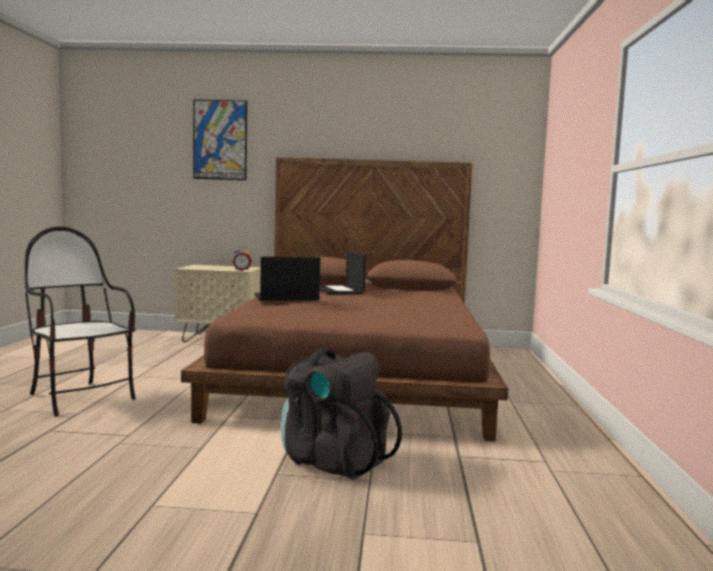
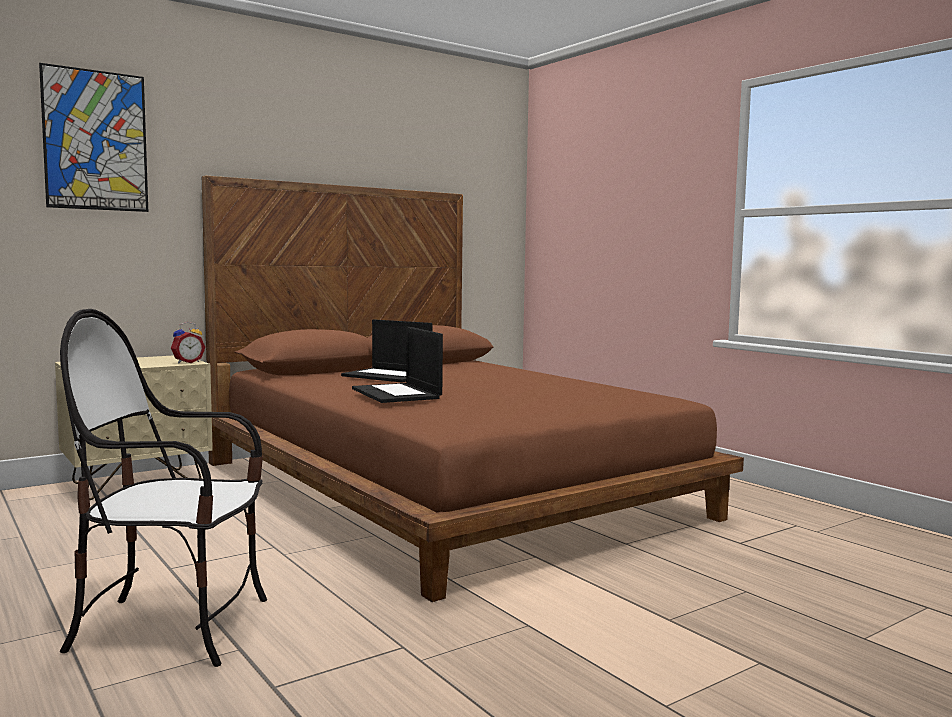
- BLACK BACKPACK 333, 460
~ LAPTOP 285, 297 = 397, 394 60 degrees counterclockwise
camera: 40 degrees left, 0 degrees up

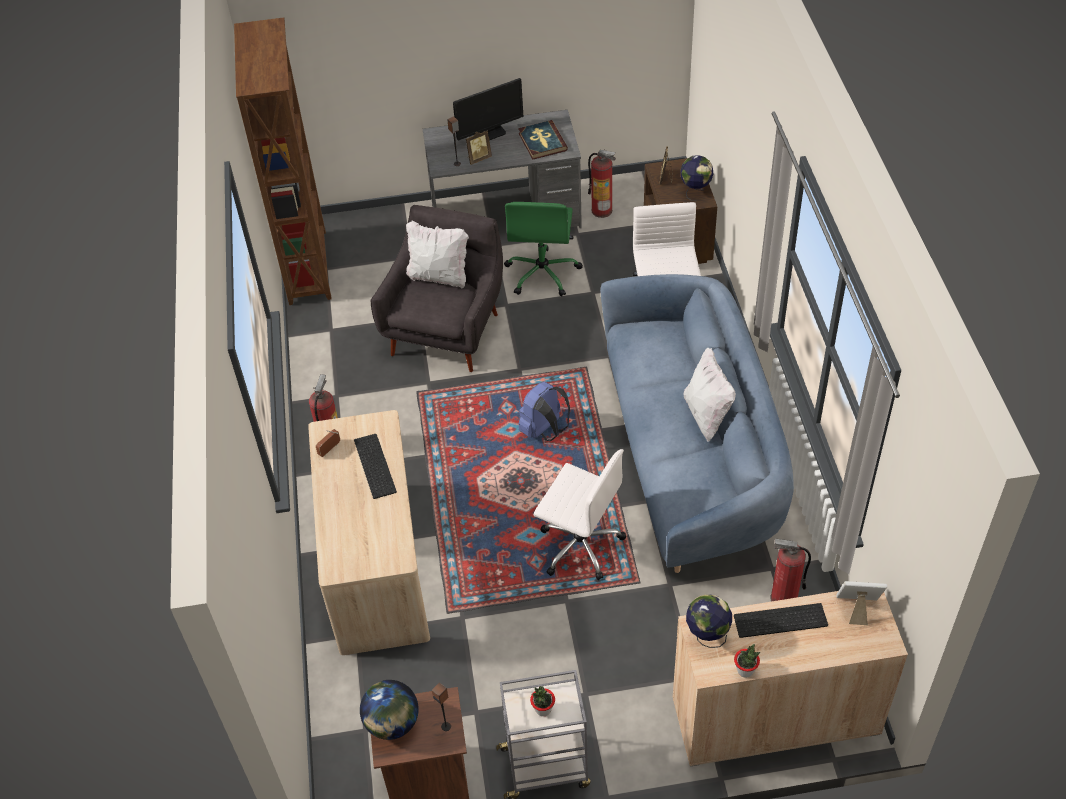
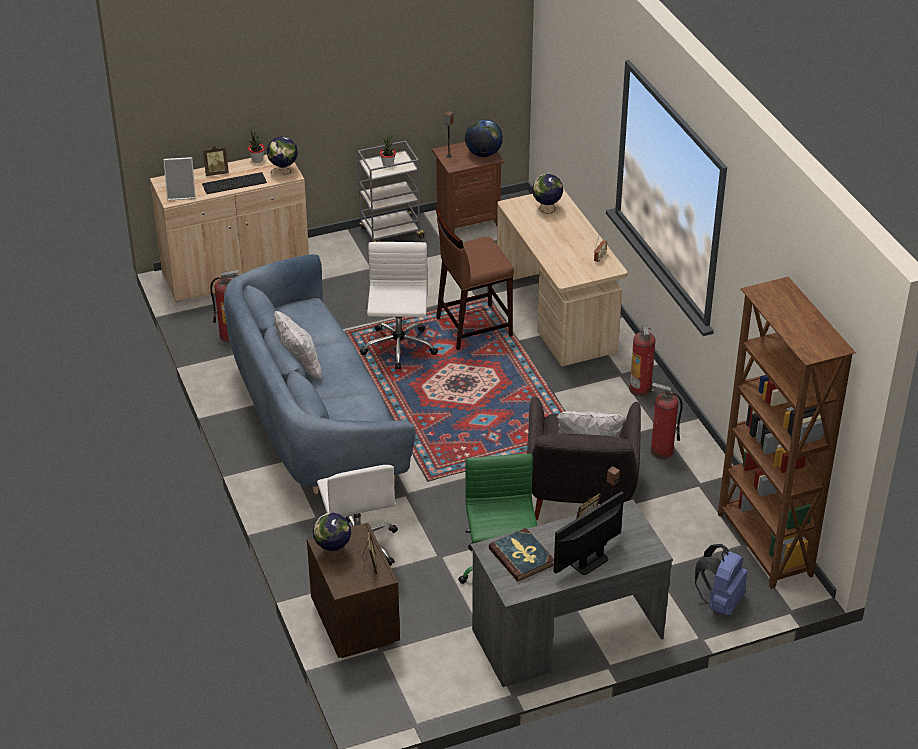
- KEYBOARD 373, 466
+ PICTURE FRAME 216, 172
+ BROWN STOOL 473, 327
+ GLOBE 546, 209
~ BLUE BACKPACK 545, 431 to 720, 602
~ FIRE EXTINGUISHER 602, 210 to 661, 451
~ WHITE OFFICE CHAIR 579, 544 = 398, 348 75 degrees clockwise
camera: 165 degrees right, 10 degrees down

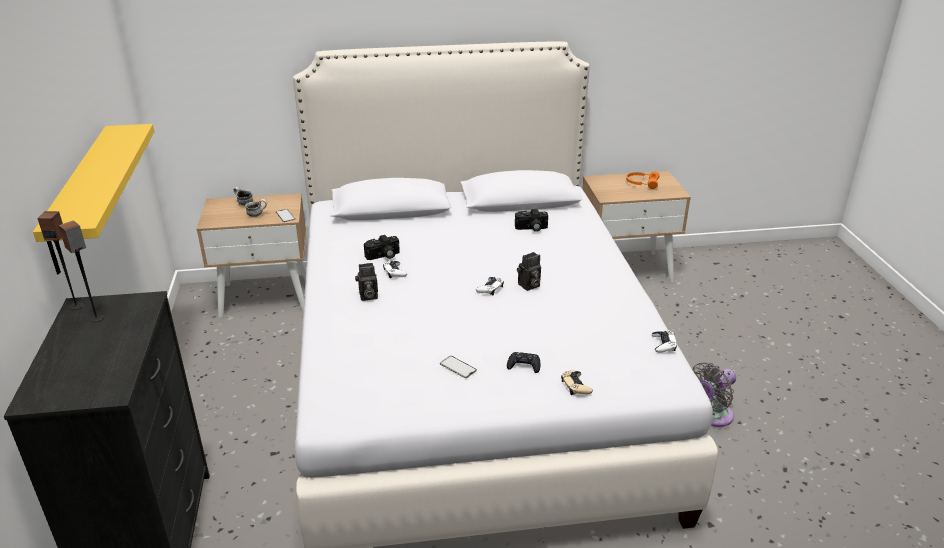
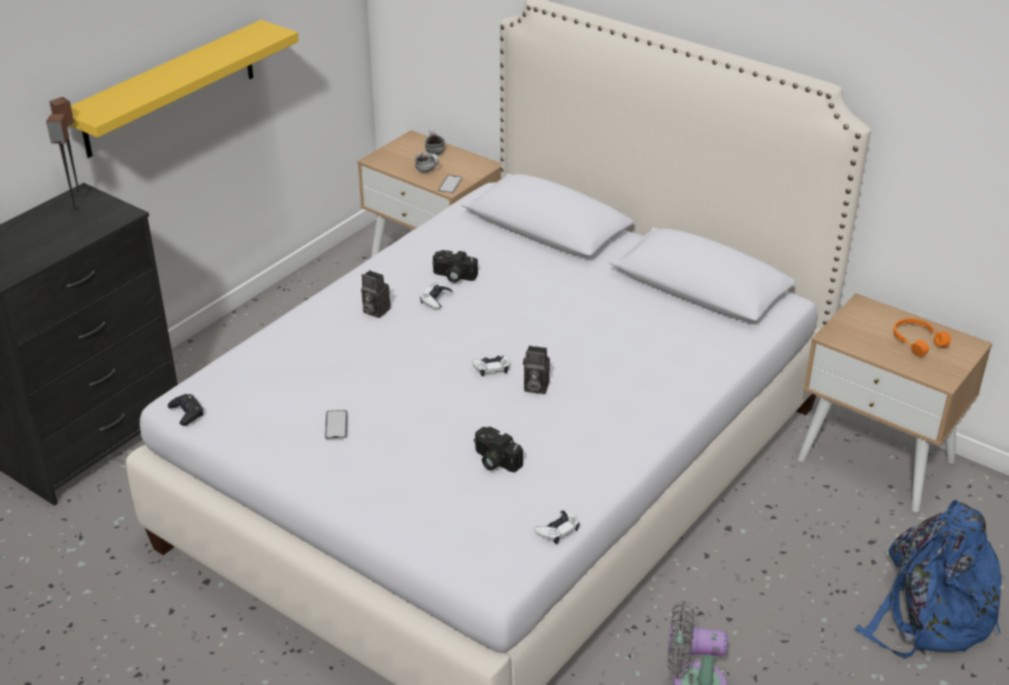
- BEIGE GAME CONTROLLER 575, 386
+ BLUE BACKPACK 929, 614
~ BLACK GAME CONTROLLER 524, 365 to 186, 413
~ PHOTO CAMERA 531, 228 to 494, 461
camera: 45 degrees right, 5 degrees up

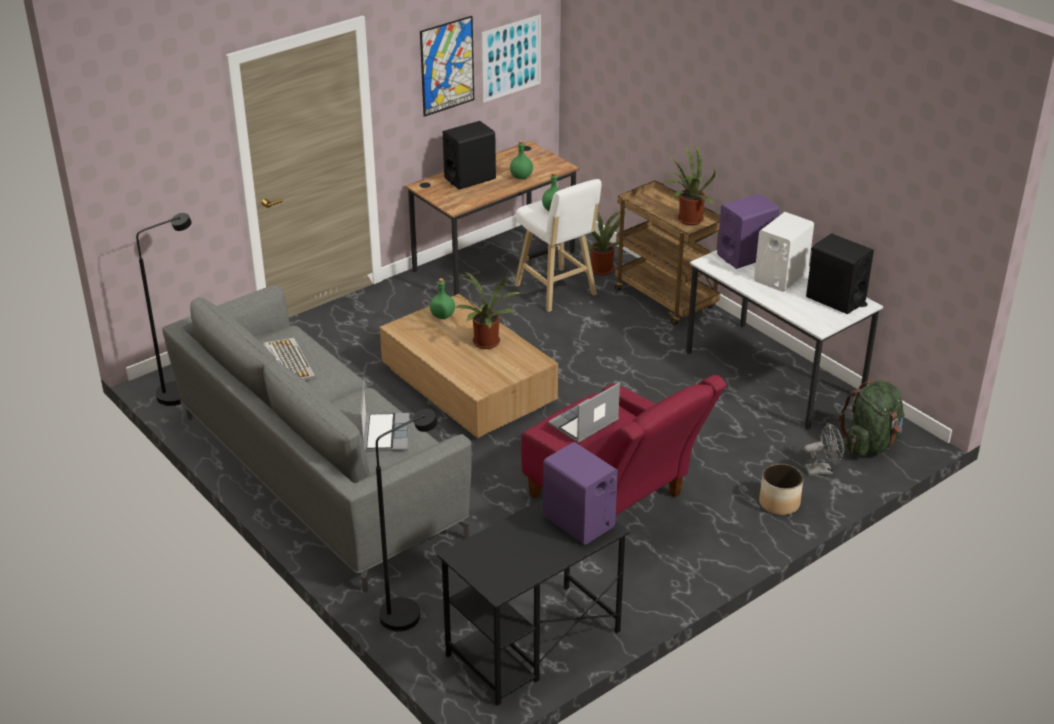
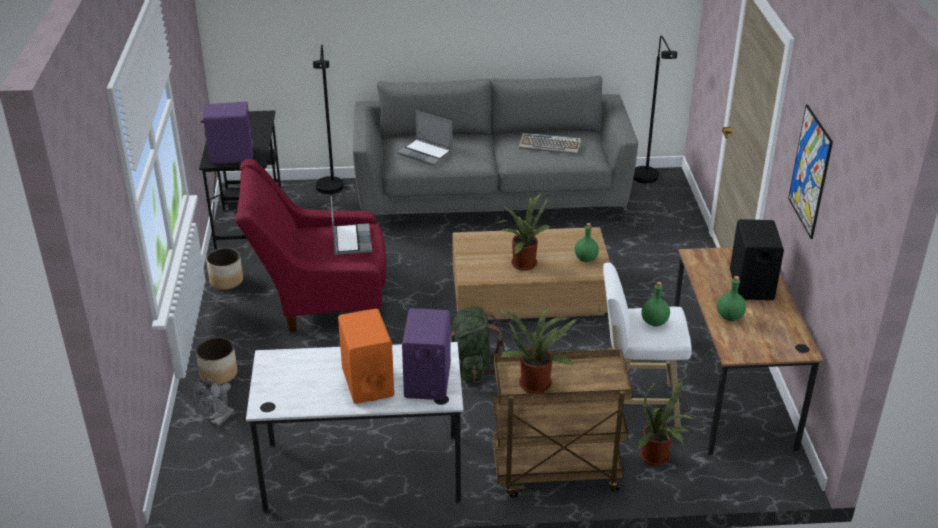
- PICTURE 511, 58
- BLACK SPEAKER 835, 299
+ PLANTER 226, 280
~ GREEN BACKPACK 870, 444 to 471, 368
~ WHITE SPEAKER 780, 277 to ORANGE SPEAKER 367, 382
camera: 125 degrees right, 0 degrees up

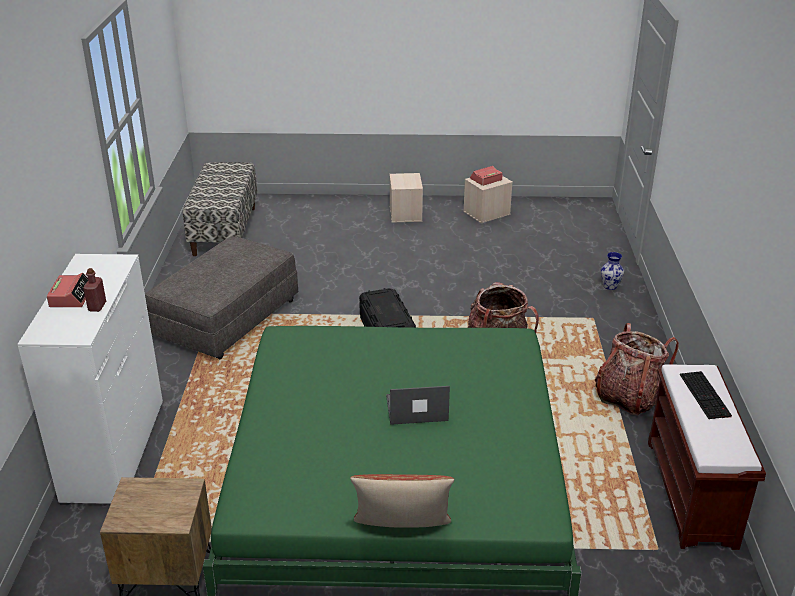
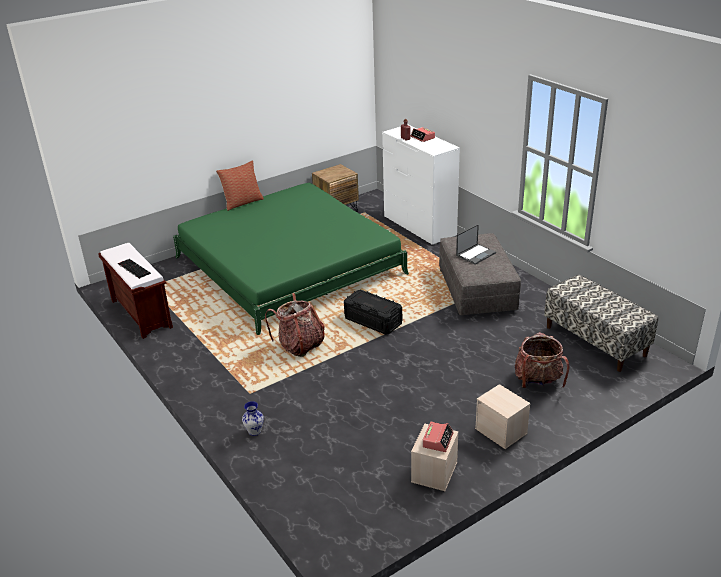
~ LAPTOP 416, 409 to 476, 254
~ BACKPACK 627, 397 to 538, 381
camera: 145 degrees right, 0 degrees up

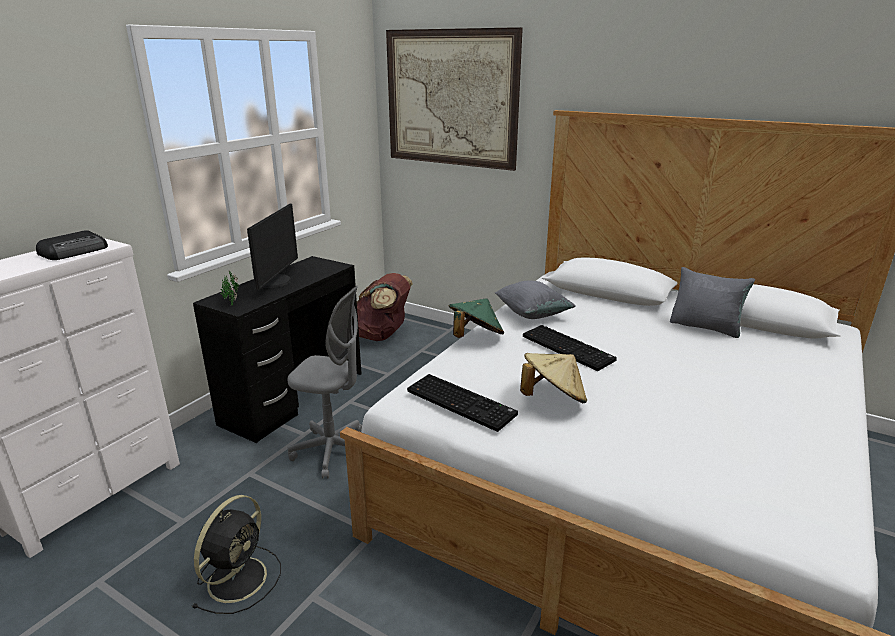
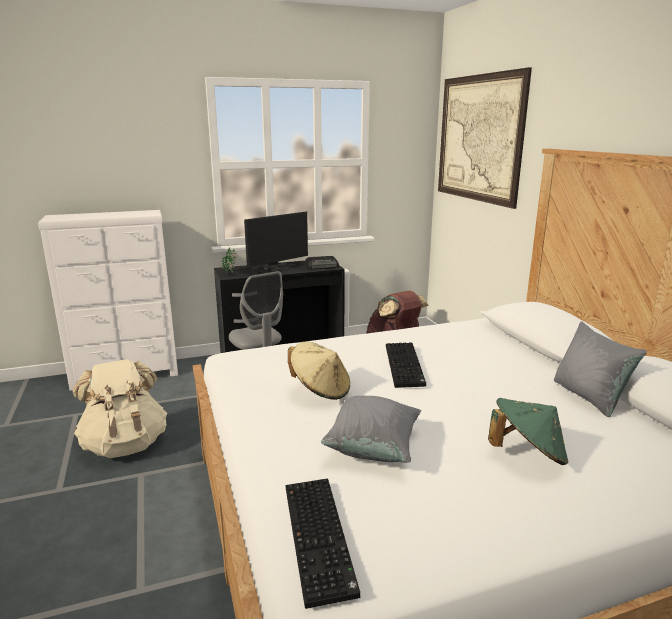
~ RADIO 75, 251 to 322, 266
~ KEYBOARD 462, 402 to 321, 538
~ GREEN HAT 475, 337 to 527, 454
~ GREY PILLOW 532, 314 to 373, 448
~ BLACK FAN 239, 577 to BEIGE BACKPACK 125, 445
camera: 40 degrees right, 5 degrees down

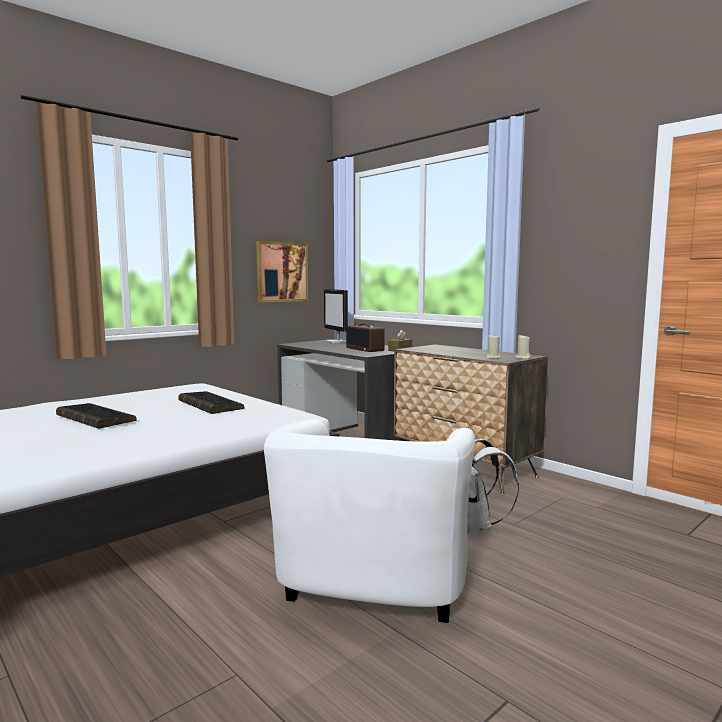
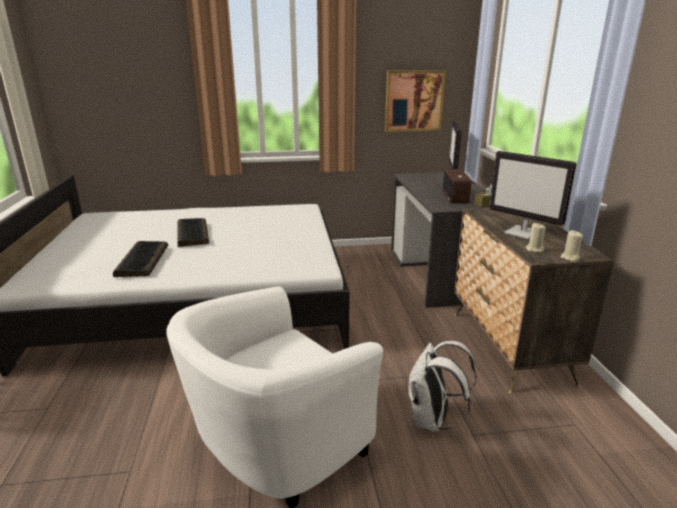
+ MONITOR 523, 233
~ KEYBOARD 209, 404 to 142, 260
camera: 35 degrees right, 15 degrees up

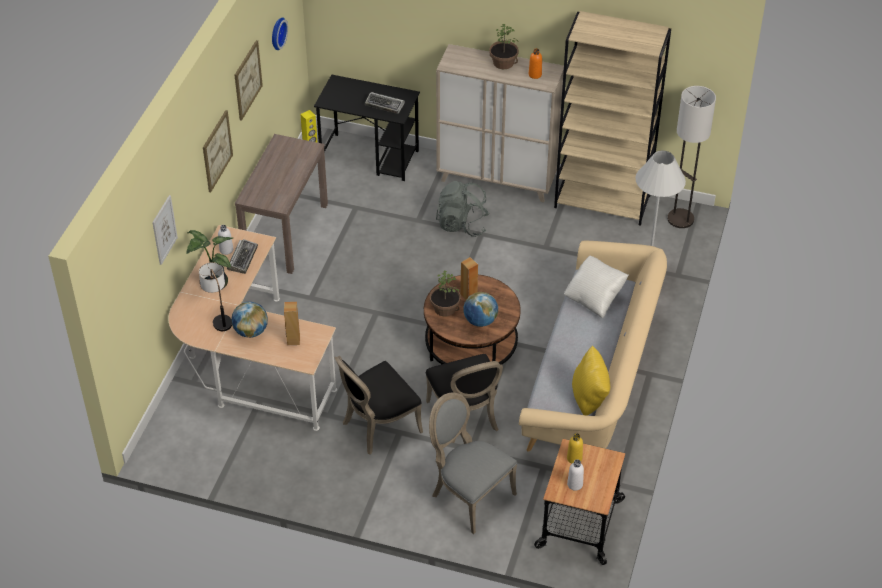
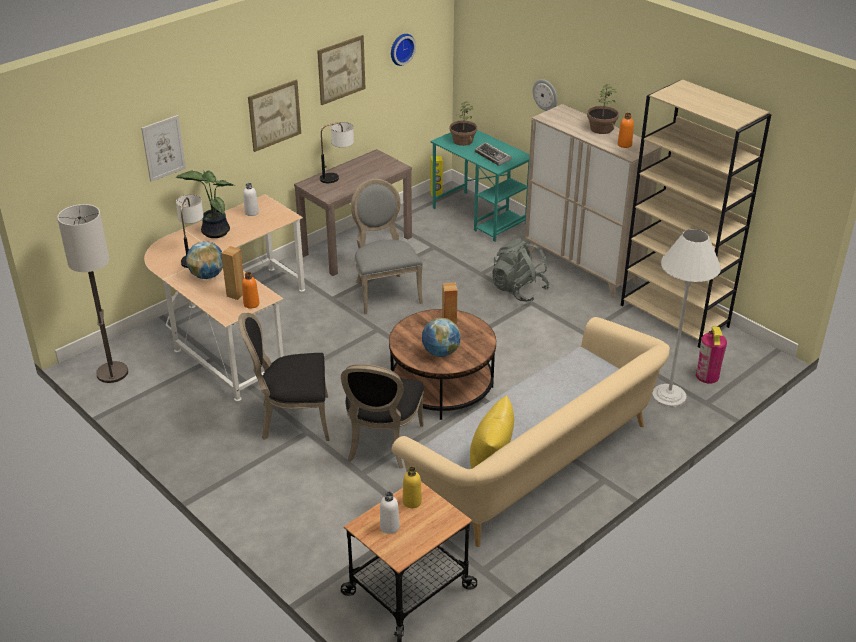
- KEYBOARD 242, 258
- WHITE PILLOW 594, 298
+ ORANGE BOTTLE 251, 304
+ TABLE LAMP 338, 176
+ WALL CLOCK 545, 94
+ FIRE EXTINGUISHER 707, 376
~ GREY CHAIR 469, 495 to 385, 291
~ POTTED PLANT 444, 308 to 462, 141
~ FLOOR LAMP 680, 219 to 112, 373
~ BLACK DESK 370, 157 to TURQUOISE DESK 480, 216
camera: 30 degrees right, 10 degrees down

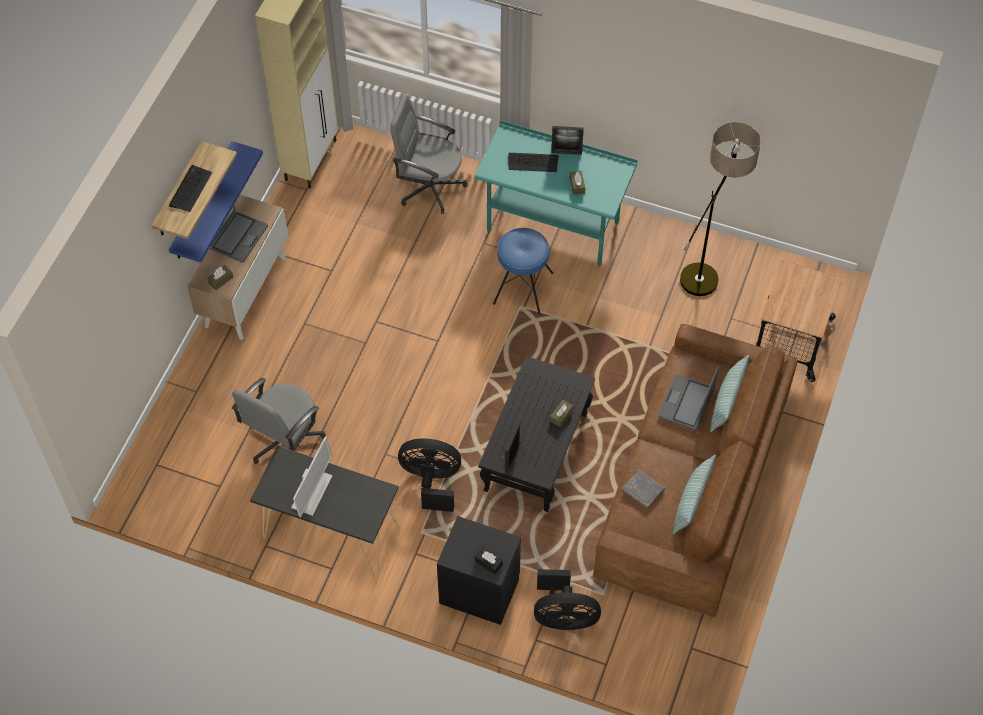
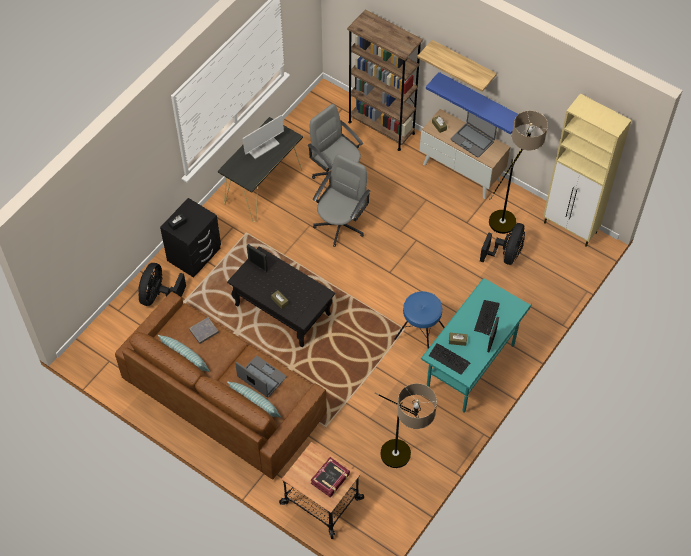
+ BOOK 330, 479
+ BROWN BOOKCASE 381, 127
+ FLOOR LAMP 509, 215
~ KEYBOARD 190, 189 to 449, 359
~ GREY OFFICE CHAIR 429, 186 to 340, 225
~ BLACK FAN 431, 481 to 505, 255
~ MONITOR 312, 492 = 262, 147 75 degrees counterclockwise
camera: 105 degrees right, 0 degrees up

